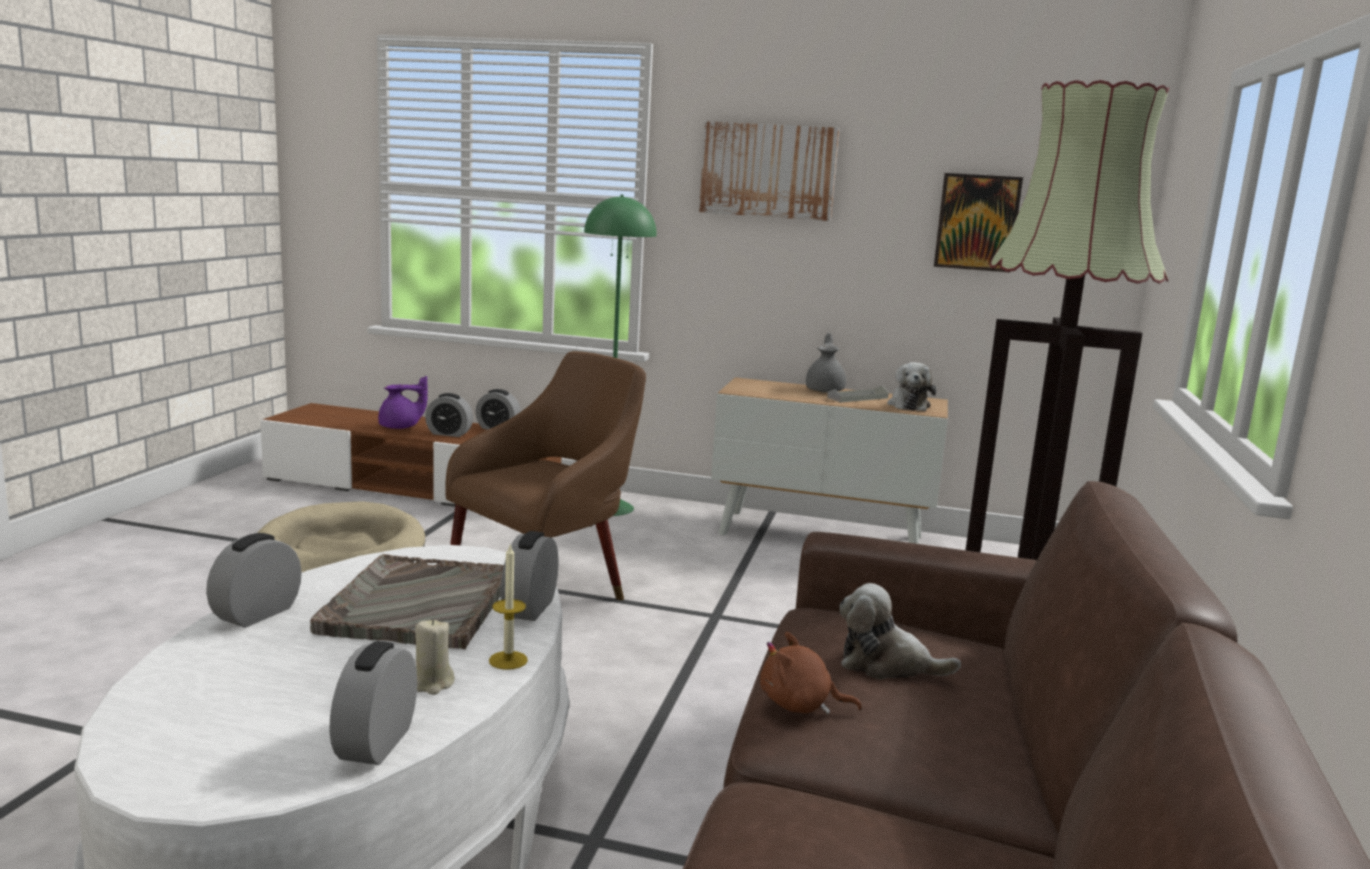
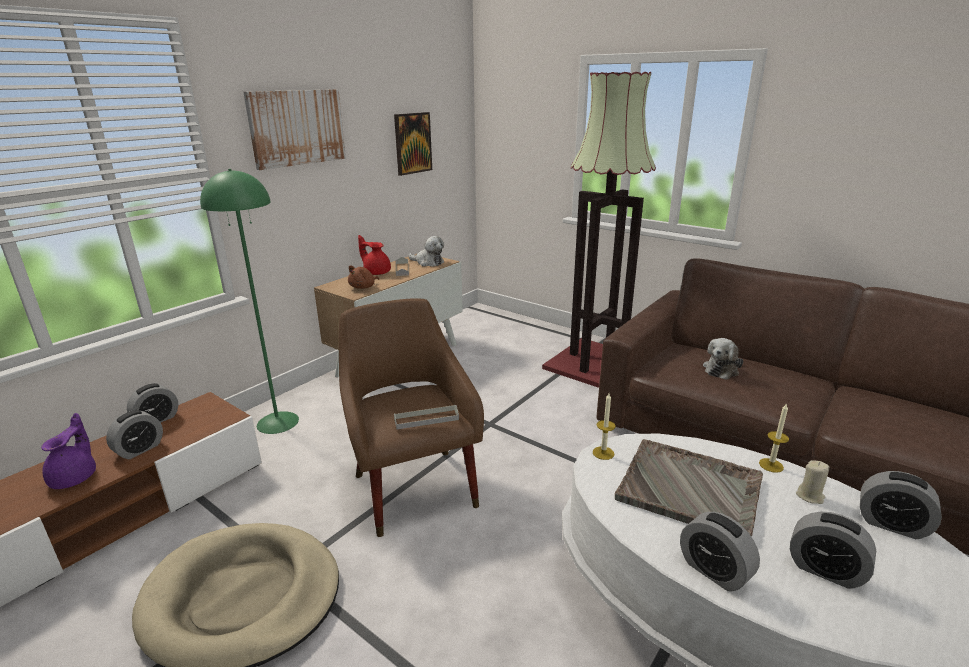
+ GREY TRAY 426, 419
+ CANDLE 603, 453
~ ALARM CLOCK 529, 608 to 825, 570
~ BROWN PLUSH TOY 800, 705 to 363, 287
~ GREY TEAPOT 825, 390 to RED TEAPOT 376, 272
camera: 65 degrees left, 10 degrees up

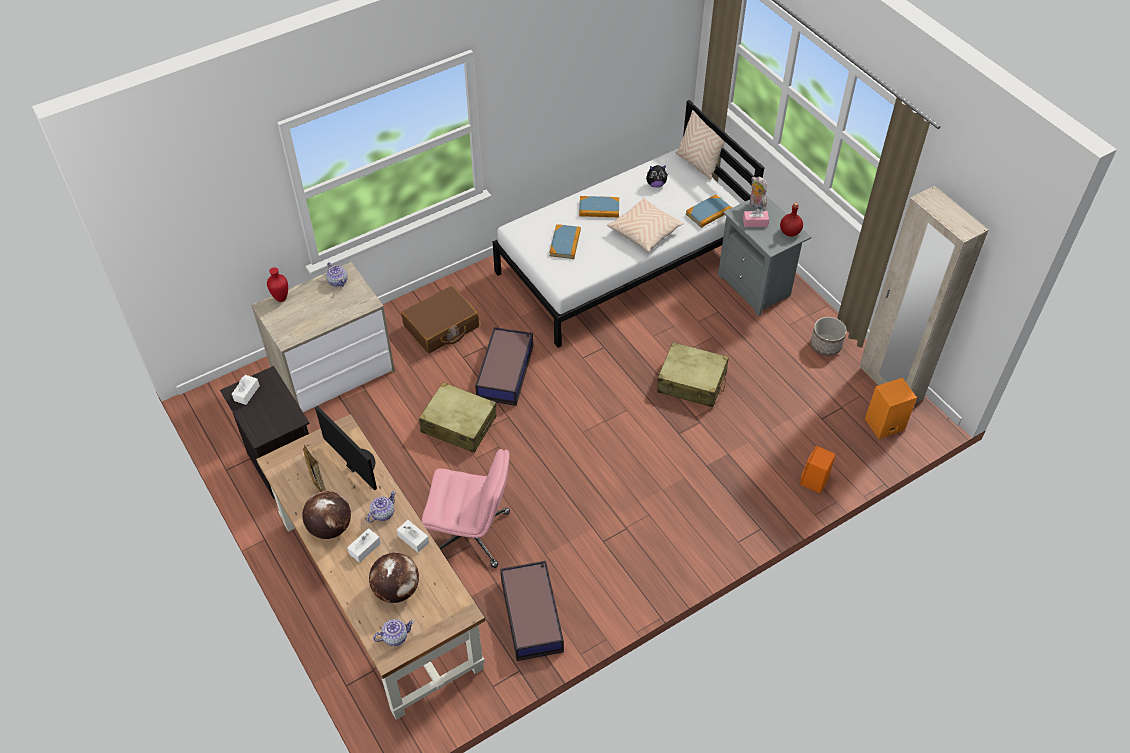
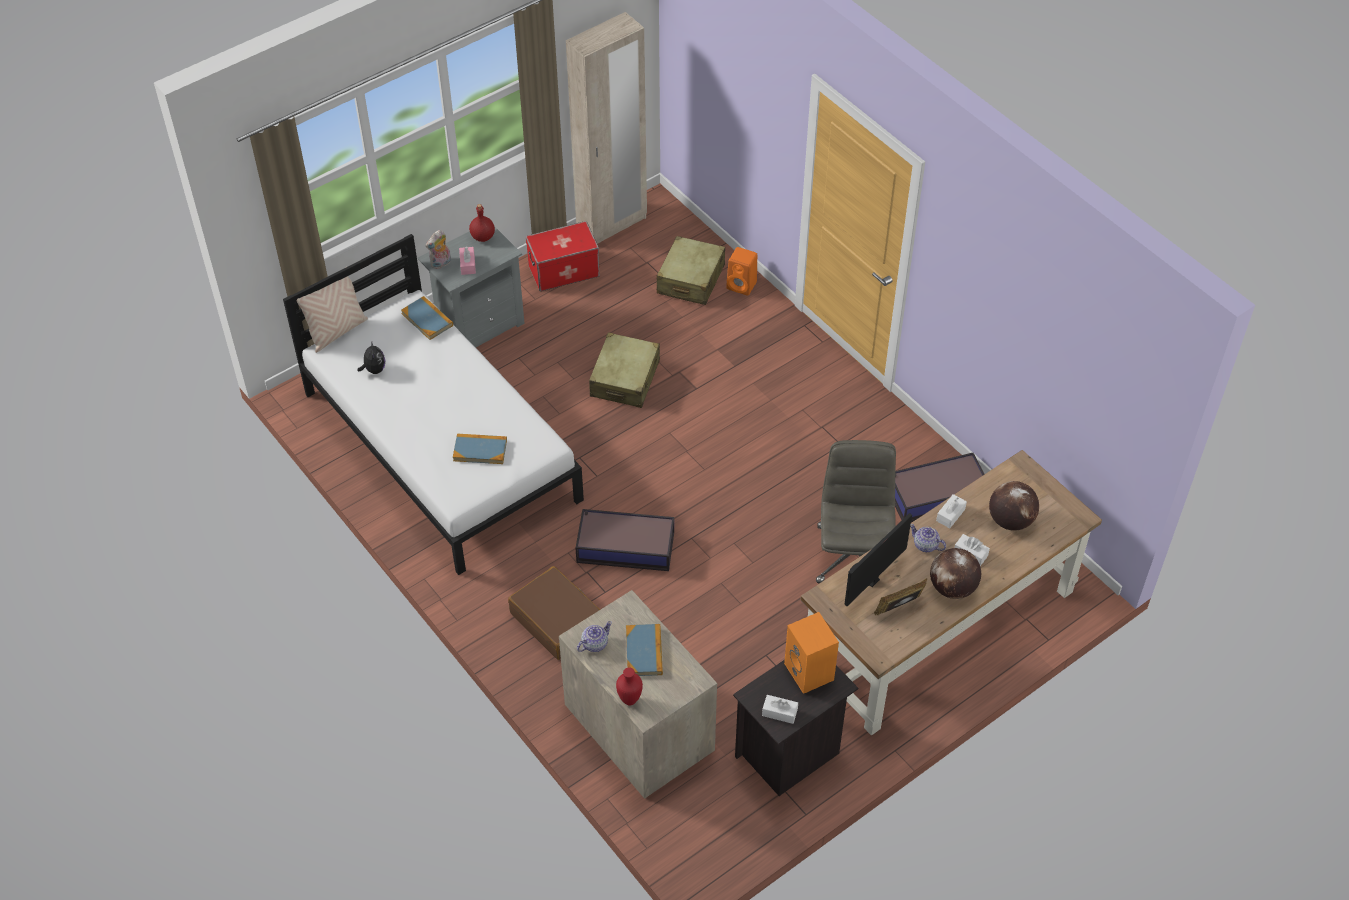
- TEAPOT 395, 636
- BEIGE PILLOW 645, 232
~ BEIGE SUITCASE 458, 424 to 690, 280
~ BOOK 599, 208 to 644, 652
~ ORANGE SPEAKER 884, 425 to 810, 672
~ PLANTER 825, 345 to STORAGE BOX 563, 271
~ PINK OFFICE CHAIR 471, 535 to GREY OFFICE CHAIR 853, 555
camera: 95 degrees left, 0 degrees up

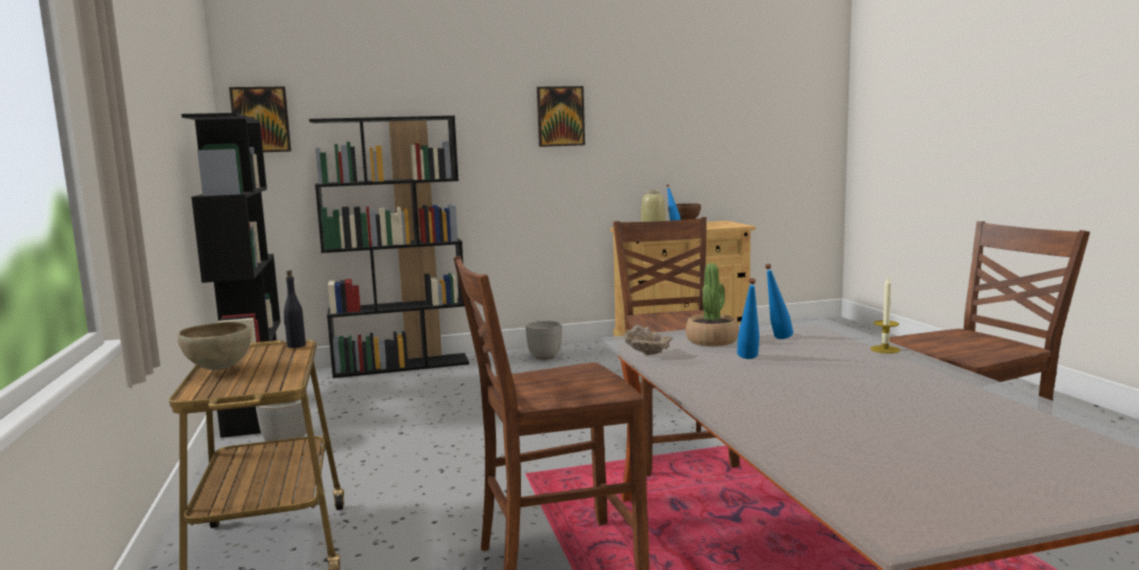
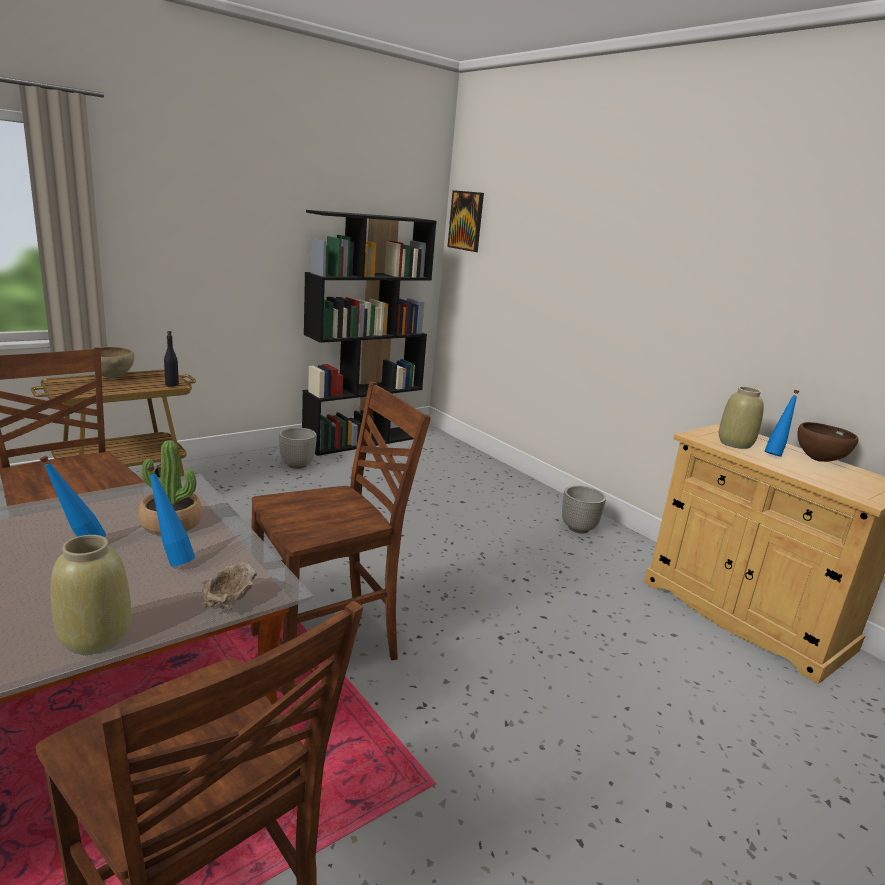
- BLACK BOOKCASE 402, 365
- PICTURE 560, 116
~ BEIGE BOWL 647, 355 to 228, 602
~ CANDLE 885, 349 to BEIGE VASE 94, 637
camera: 65 degrees right, 10 degrees up

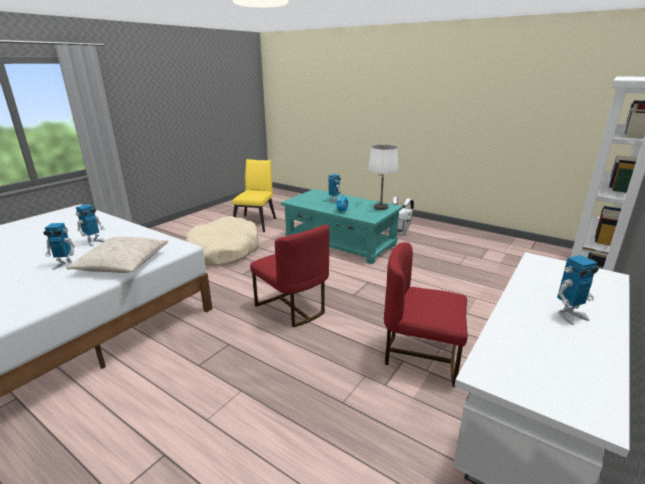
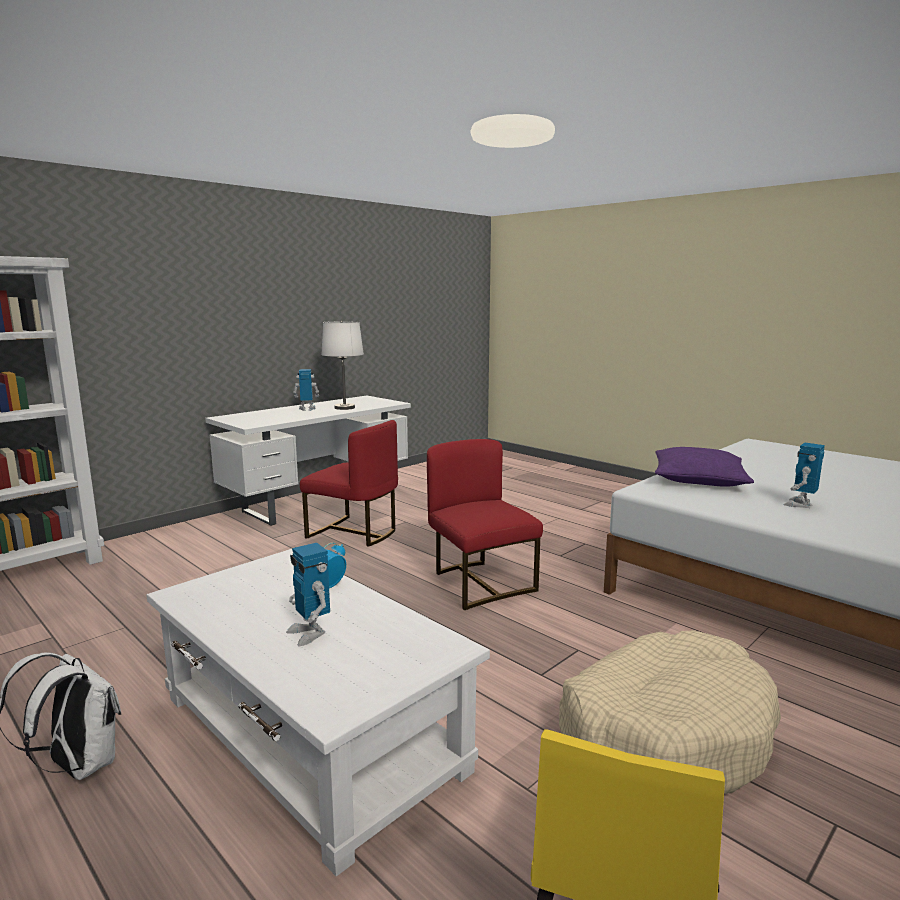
- TOY ROBOT 65, 265
~ WHITE TABLE LAMP 381, 207 to 344, 408
~ BEIGE PILLOW 122, 263 to PURPLE PILLOW 698, 479
~ TURQUOISE COFFEE TABLE 340, 242 to WHITE COFFEE TABLE 310, 734
camera: 170 degrees left, 10 degrees down

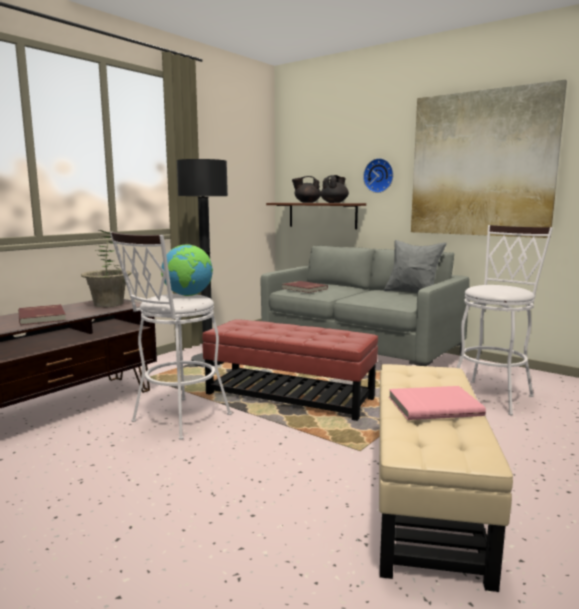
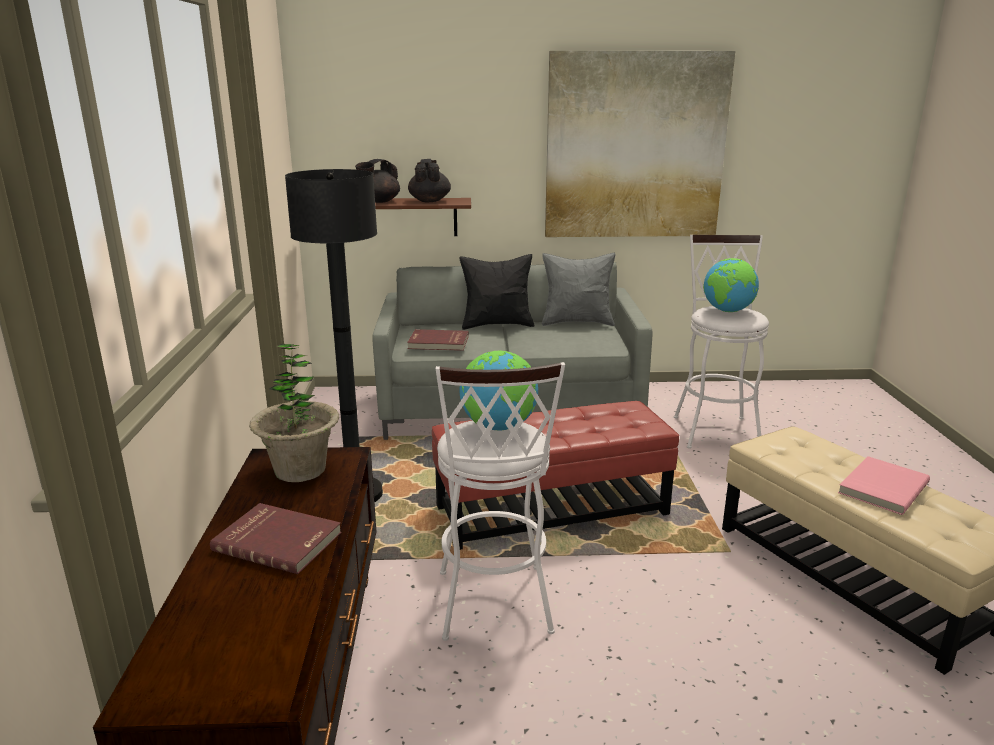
- WALL CLOCK 379, 175
+ BLACK PILLOW 497, 324
+ GLOBE 727, 311
camera: 40 degrees left, 10 degrees up

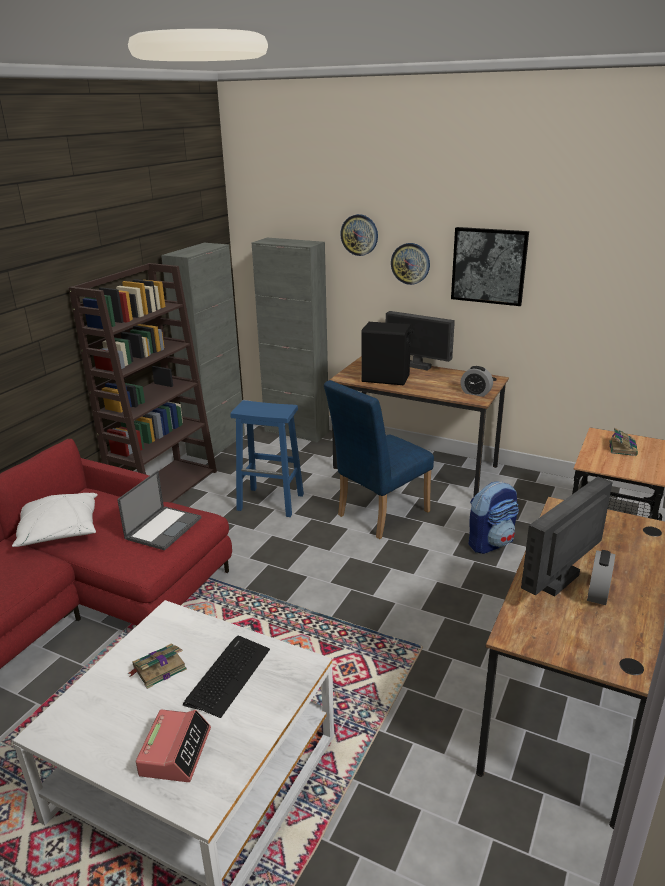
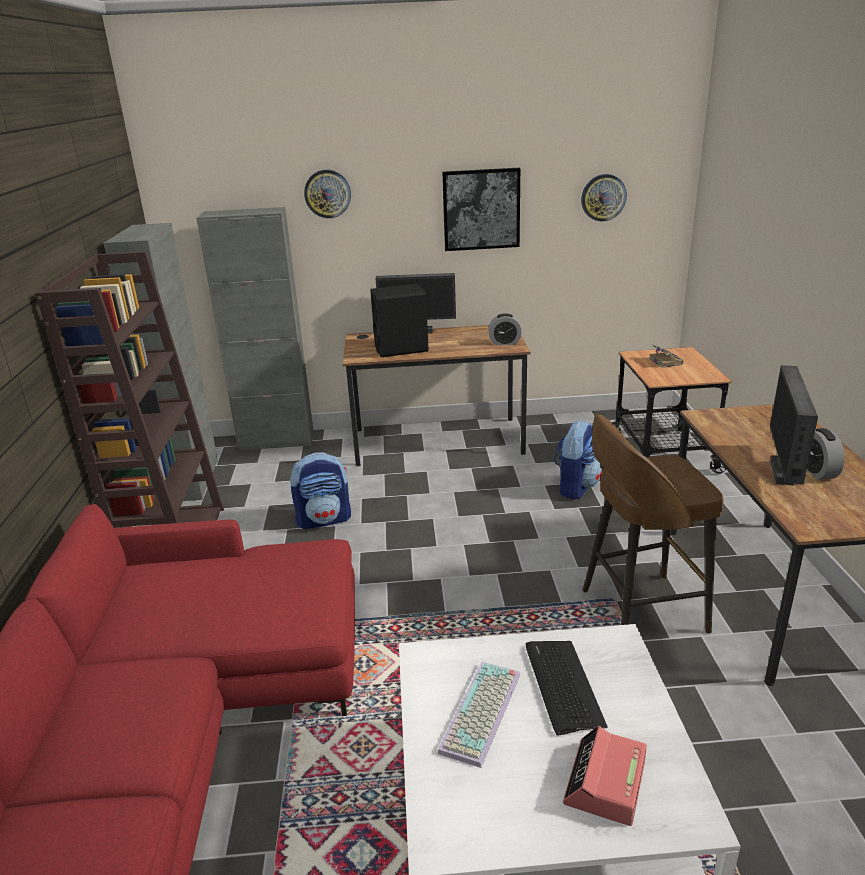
- WHITE PILLOW 60, 531
- LAPTOP 164, 527
- BLUE CHAIR 378, 515
+ BROWN STOOL 639, 611
~ WALL CLOCK 410, 263 to 603, 197
~ BOOK 158, 669 to KEYBOARD 482, 714
~ BLUE STOOL 271, 502 to BACKPACK 324, 519
~ ALARM CLOCK 175, 751 = 605, 783 135 degrees counterclockwise
camera: 30 degrees left, 0 degrees up

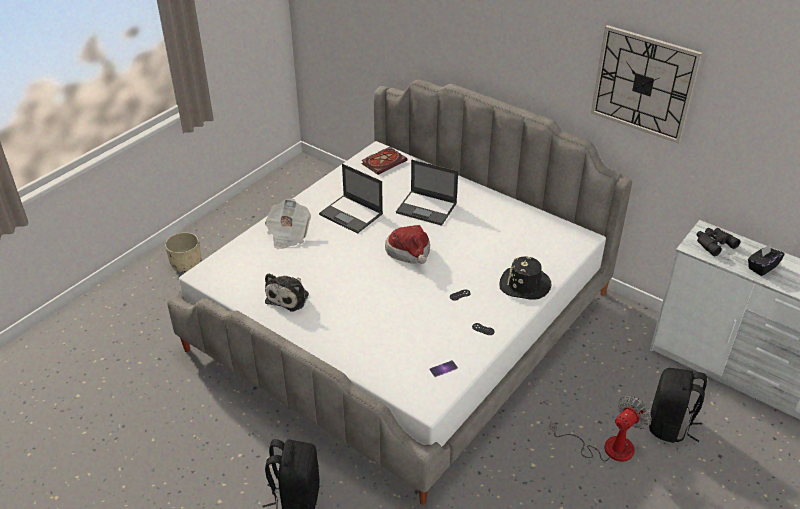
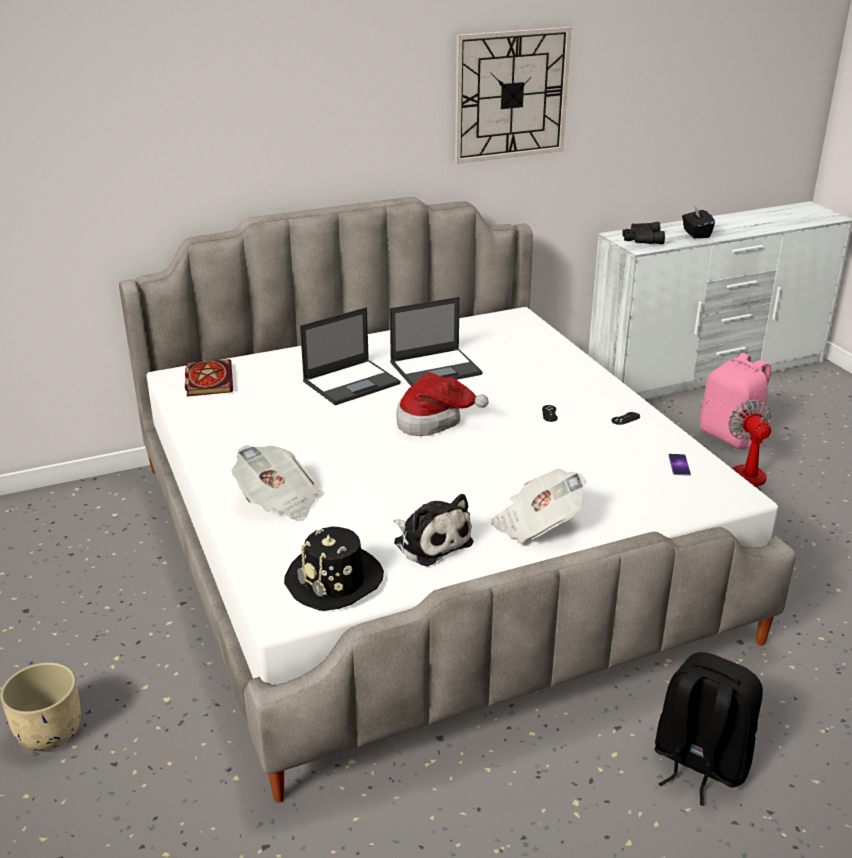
+ NEWSPAPER 536, 525
~ LAPTOP 352, 214 to 436, 368
~ BLACK HAT 524, 285 to 335, 580
~ BLACK BACKPACK 670, 425 to PINK BACKPACK 731, 437
camera: 60 degrees left, 10 degrees down

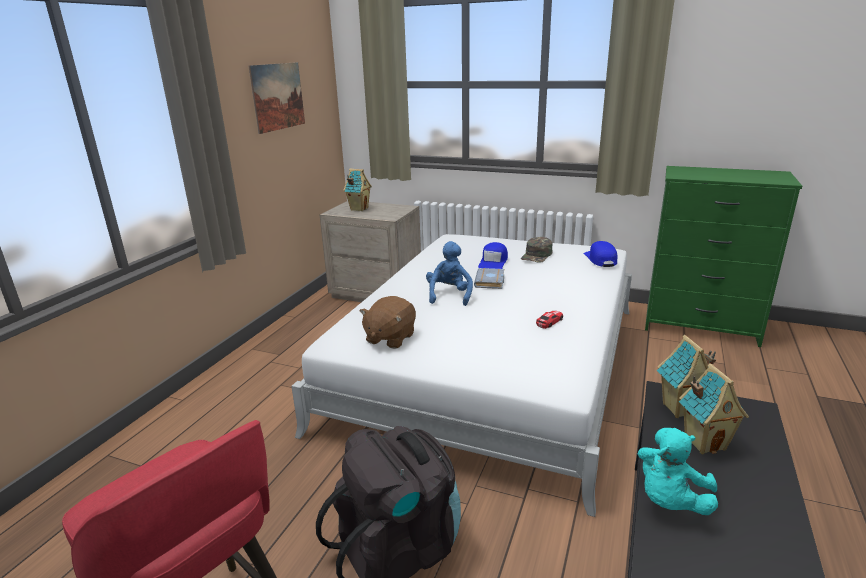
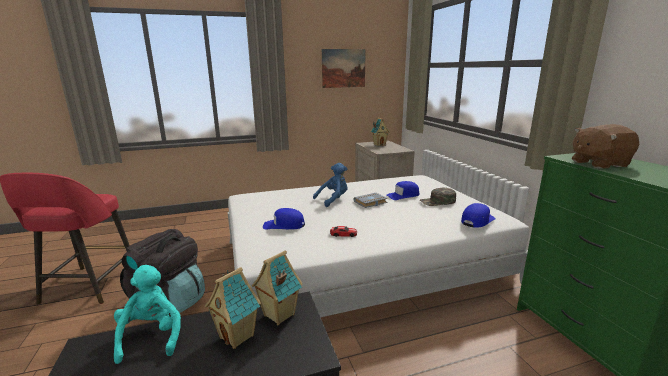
+ BLUE CAP 284, 225
~ BROWN PLUSH TOY 389, 338 to 598, 163
~ TURQUOISE PLUSH TOY 670, 501 = 152, 336 75 degrees clockwise
camera: 50 degrees right, 5 degrees down

